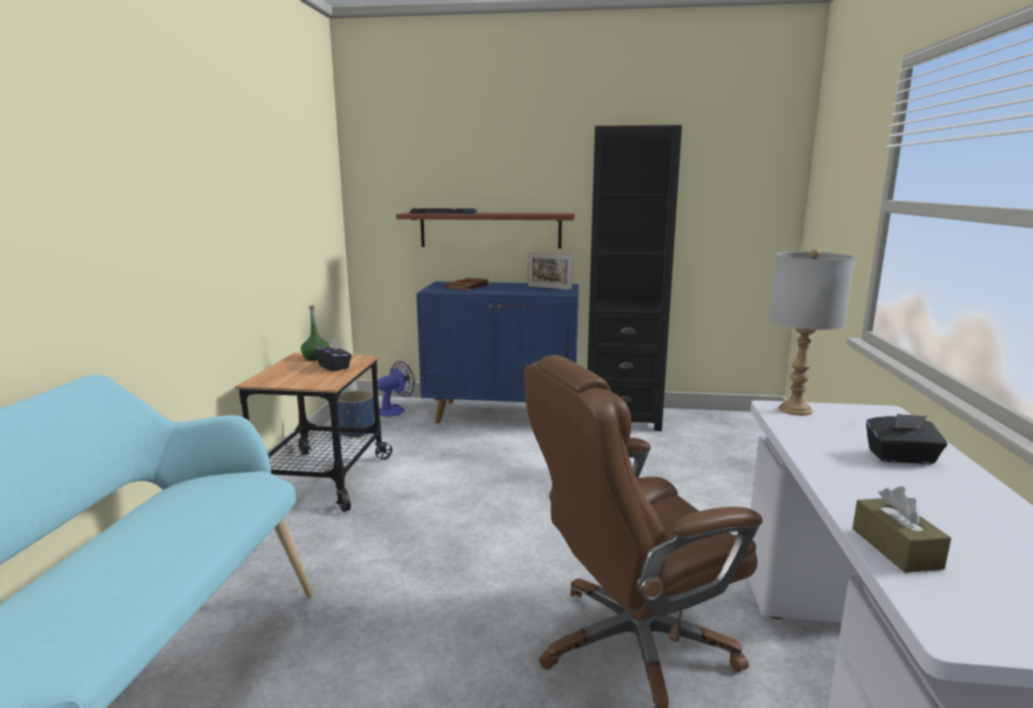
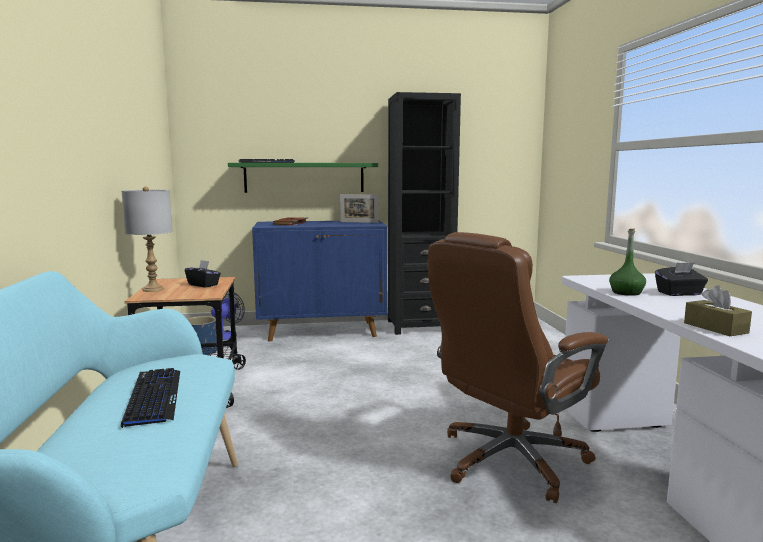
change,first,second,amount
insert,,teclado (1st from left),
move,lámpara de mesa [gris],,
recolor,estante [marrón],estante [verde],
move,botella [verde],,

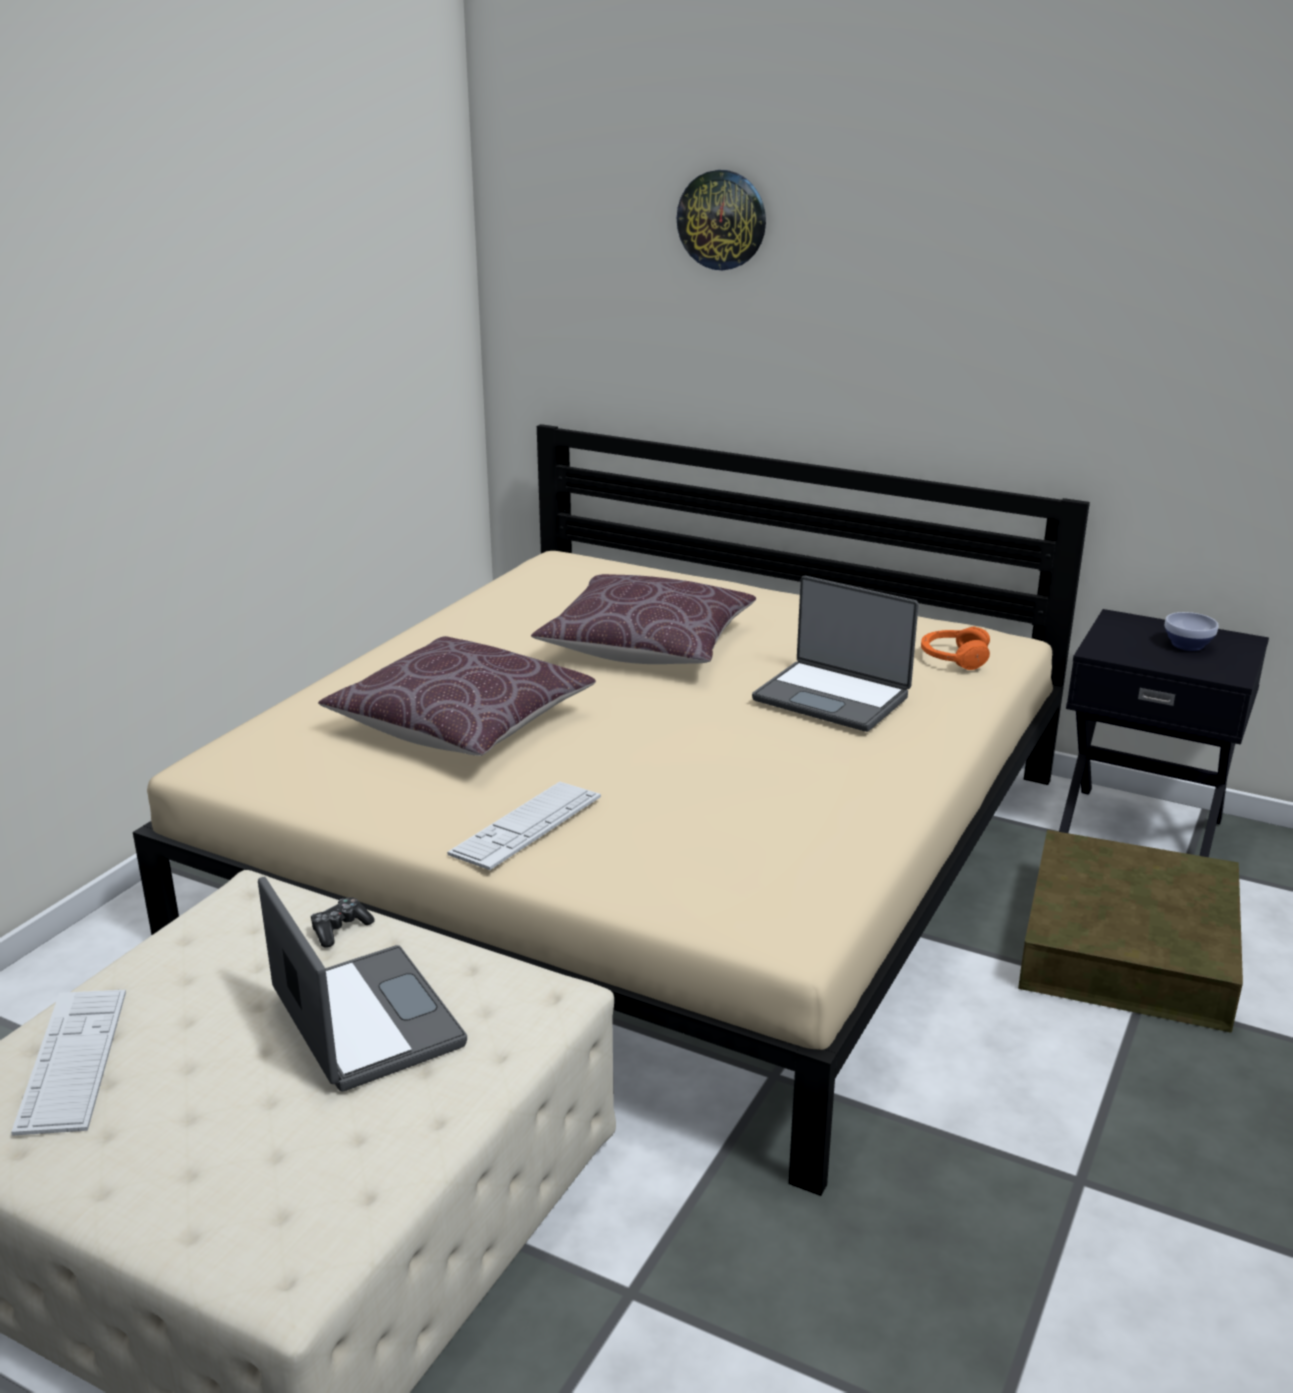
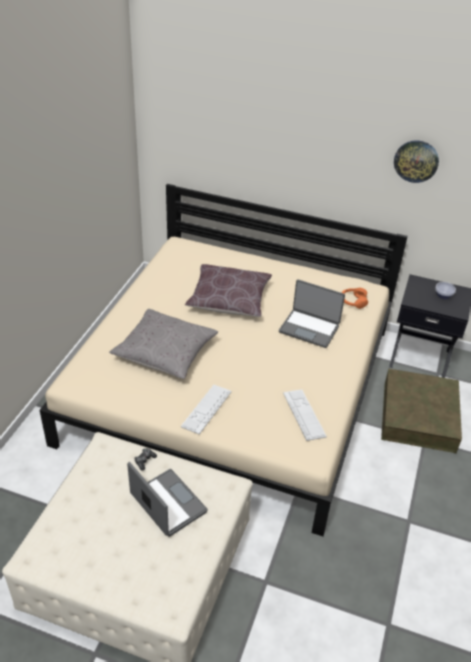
change,first,second,amount
recolor,cojín [marrón] (1st from left),cojín [gris],
move,teclado (1st from left in the first image),teclado (2nd from left),
move,reloj de pared,,

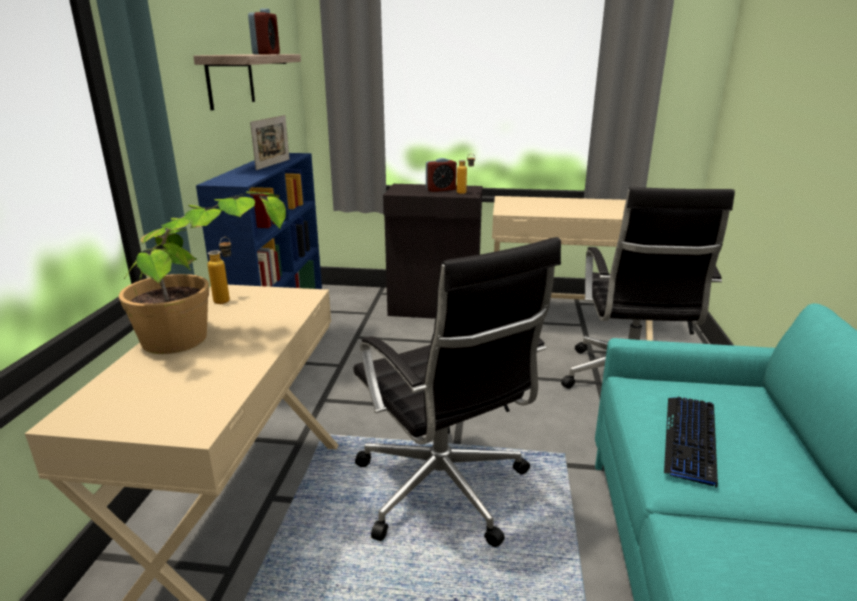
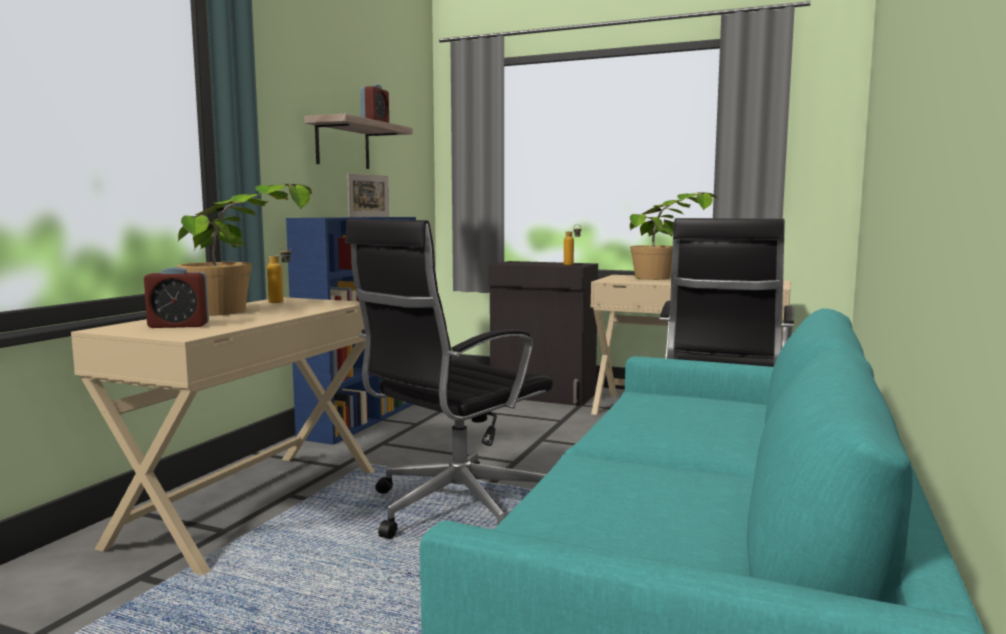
change,first,second,amount
move,despertador (2nd from left in the first image),despertador (1st from left),
rotate,silla de oficina [negro] (1st from left),,60 degrees clockwise
insert,,planta en maceta (2nd from left),
delete,teclado,,

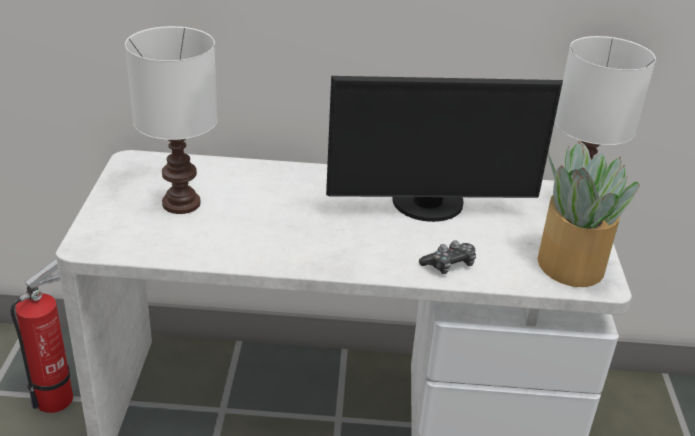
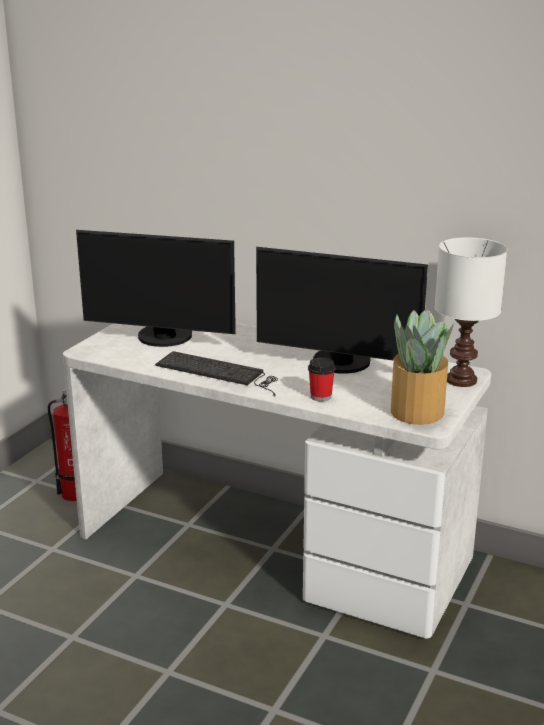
change,first,second,amount
replace,lámpara de mesa [blanco] (1st from left),monitor (1st from left),
insert,,teclado,
replace,mando de consola,taza,

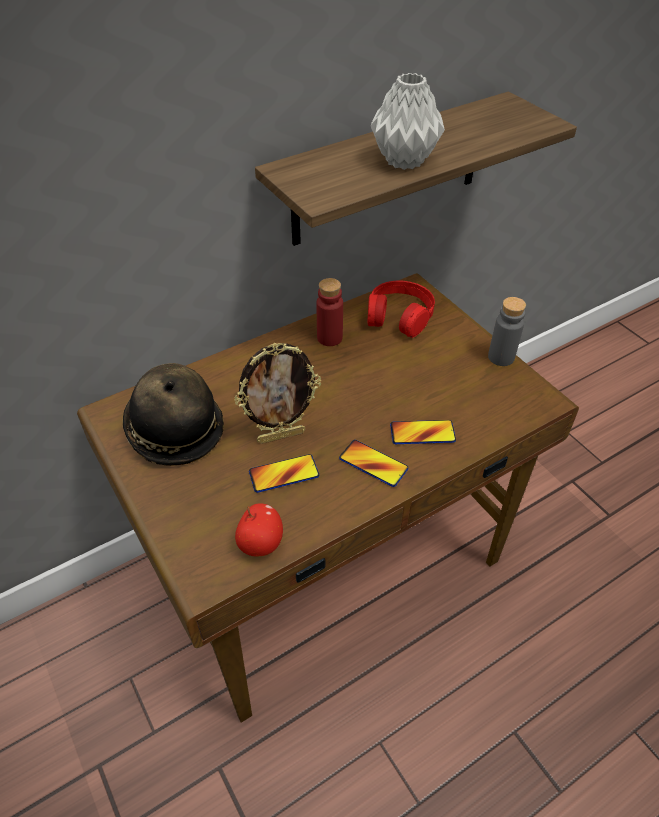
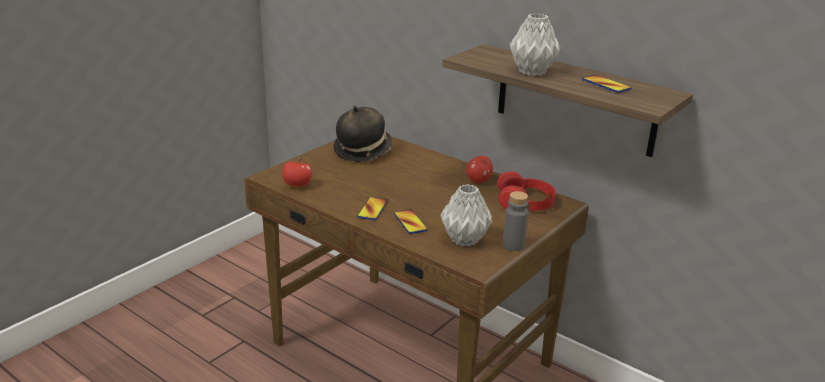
change,first,second,amount
insert,,florero [gris] (1st from left),
replace,botella [rojo],manzana (2nd from left),
move,móvil (1st from left in the first image),móvil (3rd from left),
delete,portarretratos,,

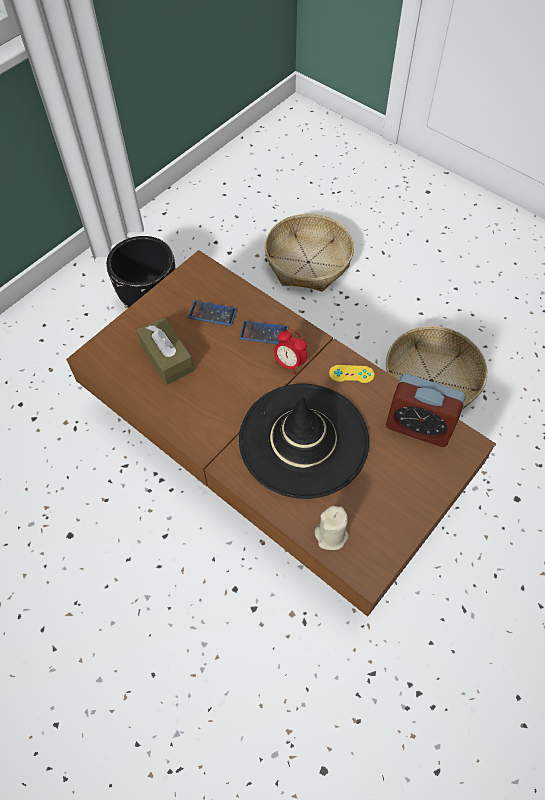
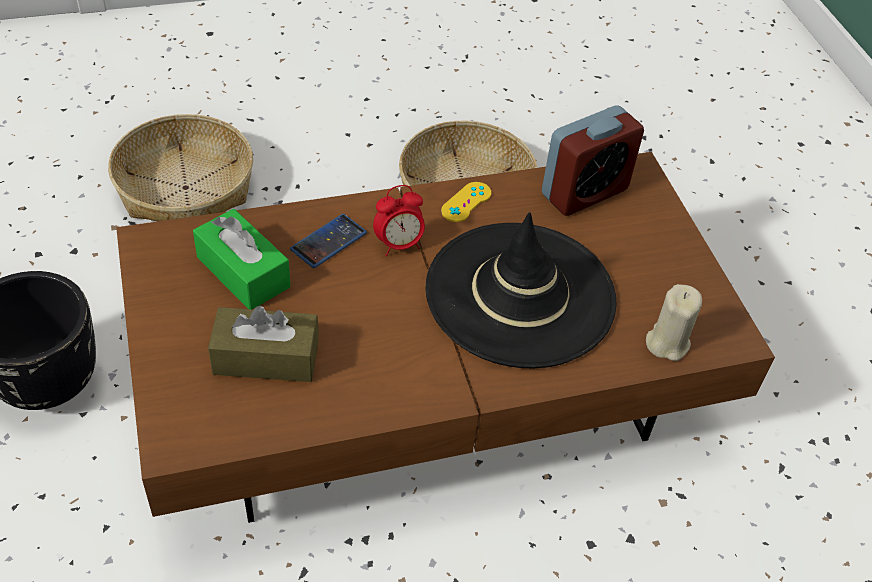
change,first,second,amount
replace,móvil (1st from left),caja de pañuelos [verde],

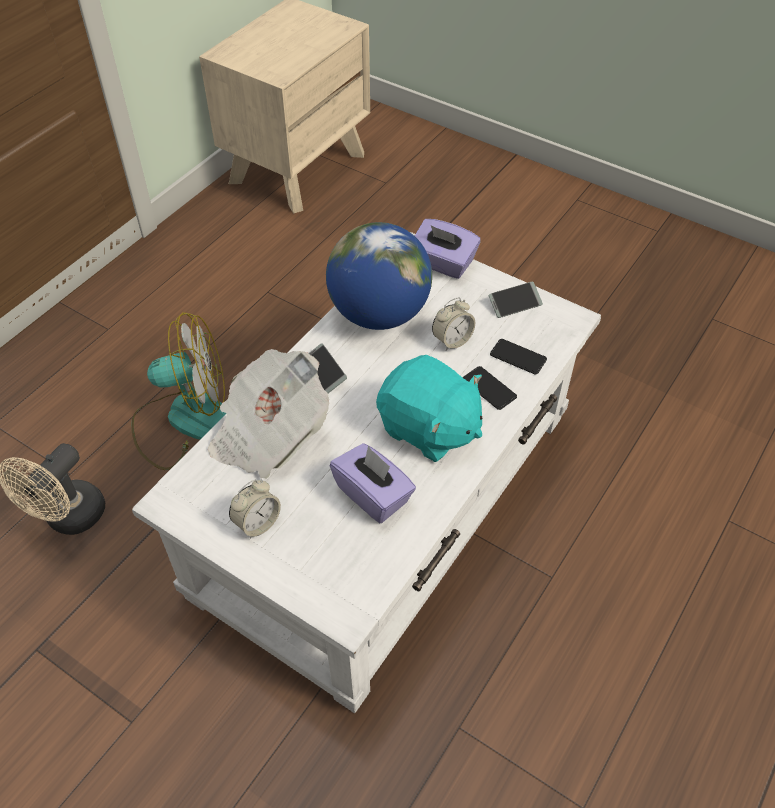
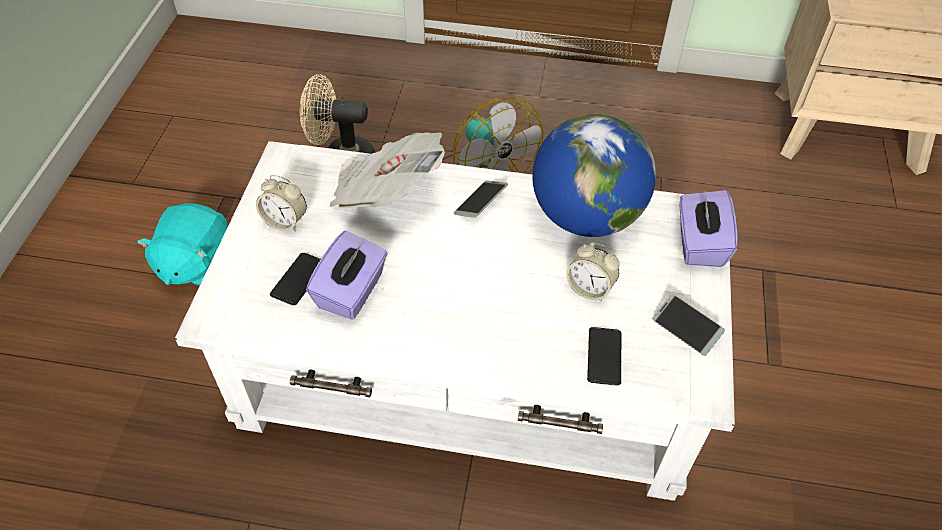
change,first,second,amount
move,peluche [turquesa],,
move,móvil (2nd from left in the first image),móvil (1st from left),

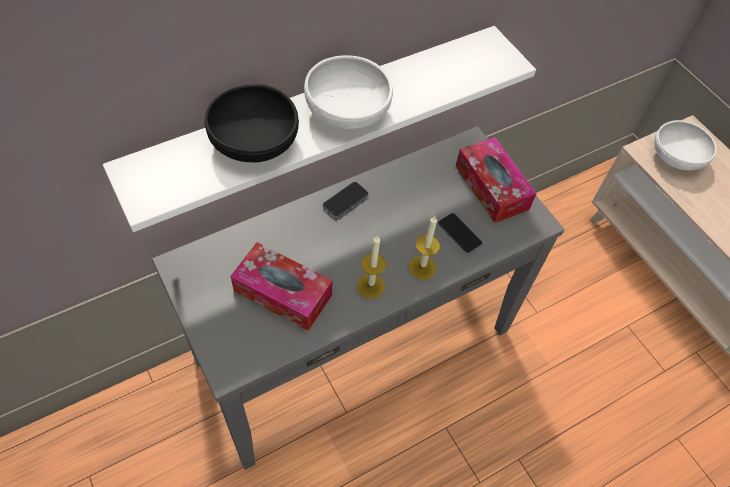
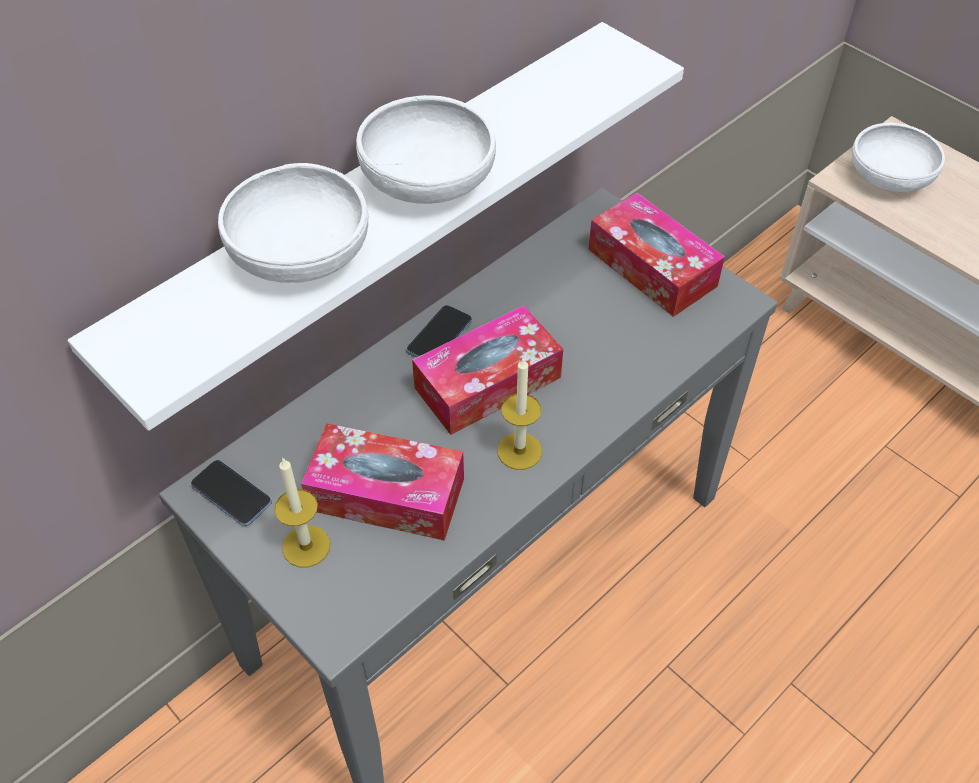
change,first,second,amount
move,móvil (2nd from left in the first image),móvil (1st from left),
recolor,cuenco [negro],cuenco [blanco] (1st from left),
move,vela (2nd from left in the first image),vela (1st from left),
insert,,caja de pañuelos (2nd from left),

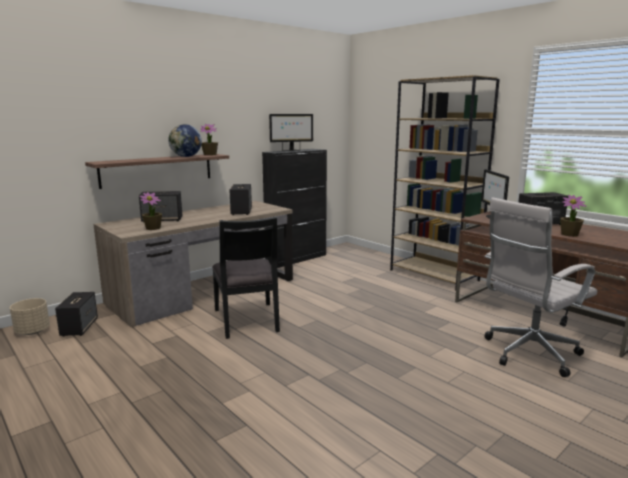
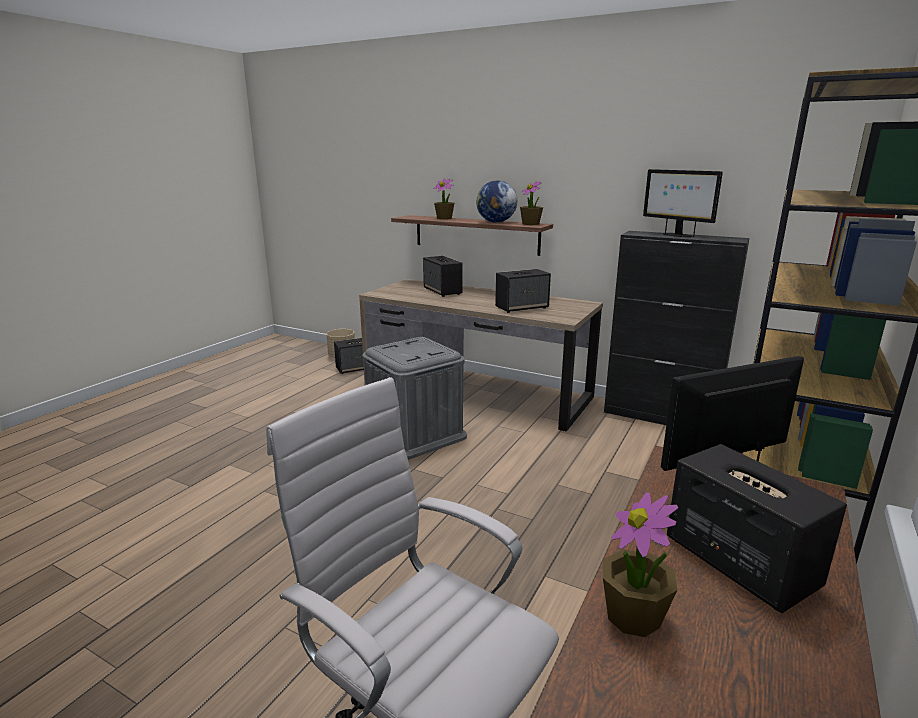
change,first,second,amount
replace,silla [negro],caja de almacenaje [gris],
move,planta en maceta (1st from left),,

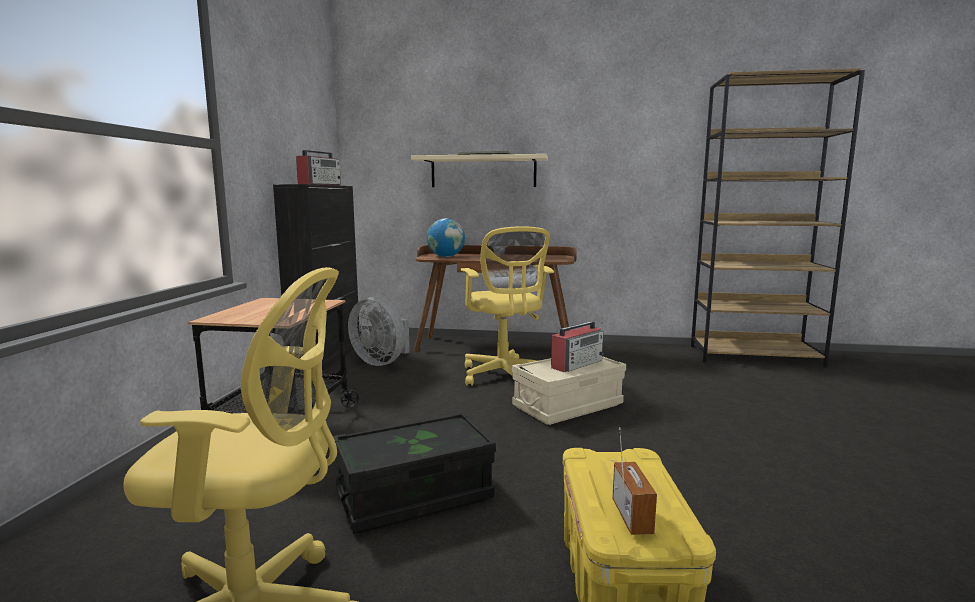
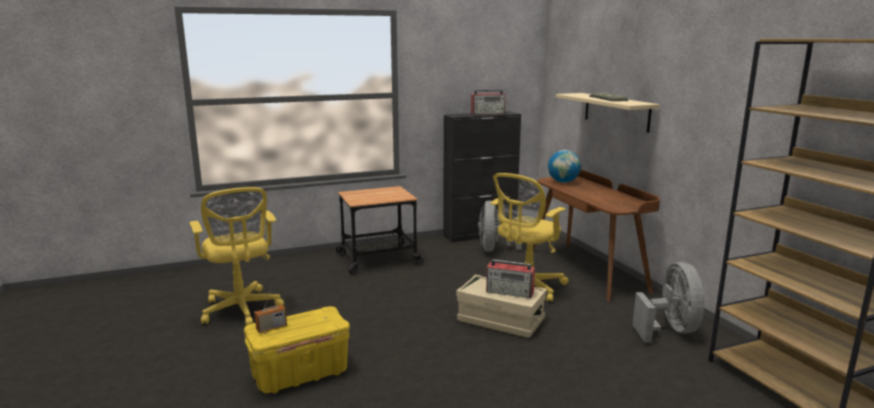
change,first,second,amount
insert,,ventilador [gris] (2nd from left),
delete,caja de almacenaje [negro],,

